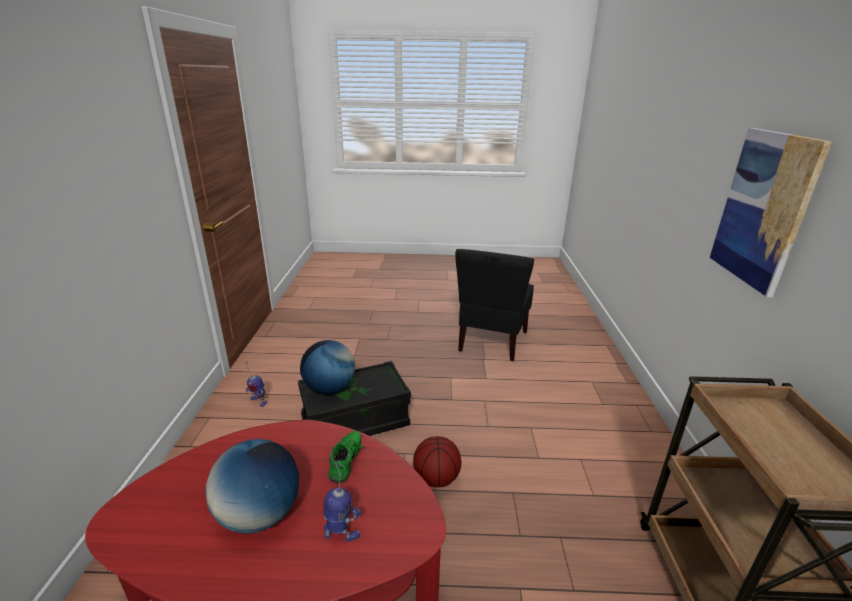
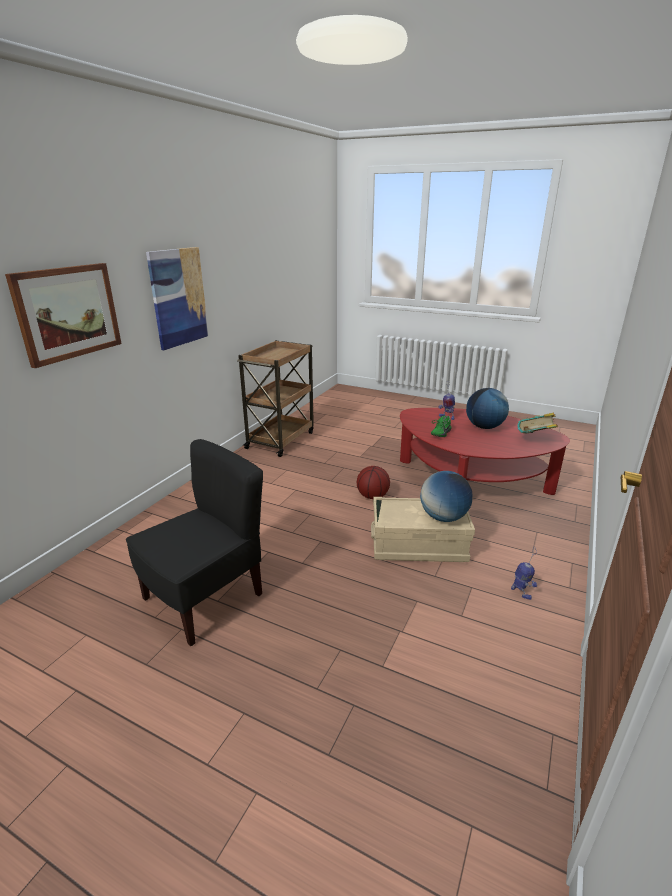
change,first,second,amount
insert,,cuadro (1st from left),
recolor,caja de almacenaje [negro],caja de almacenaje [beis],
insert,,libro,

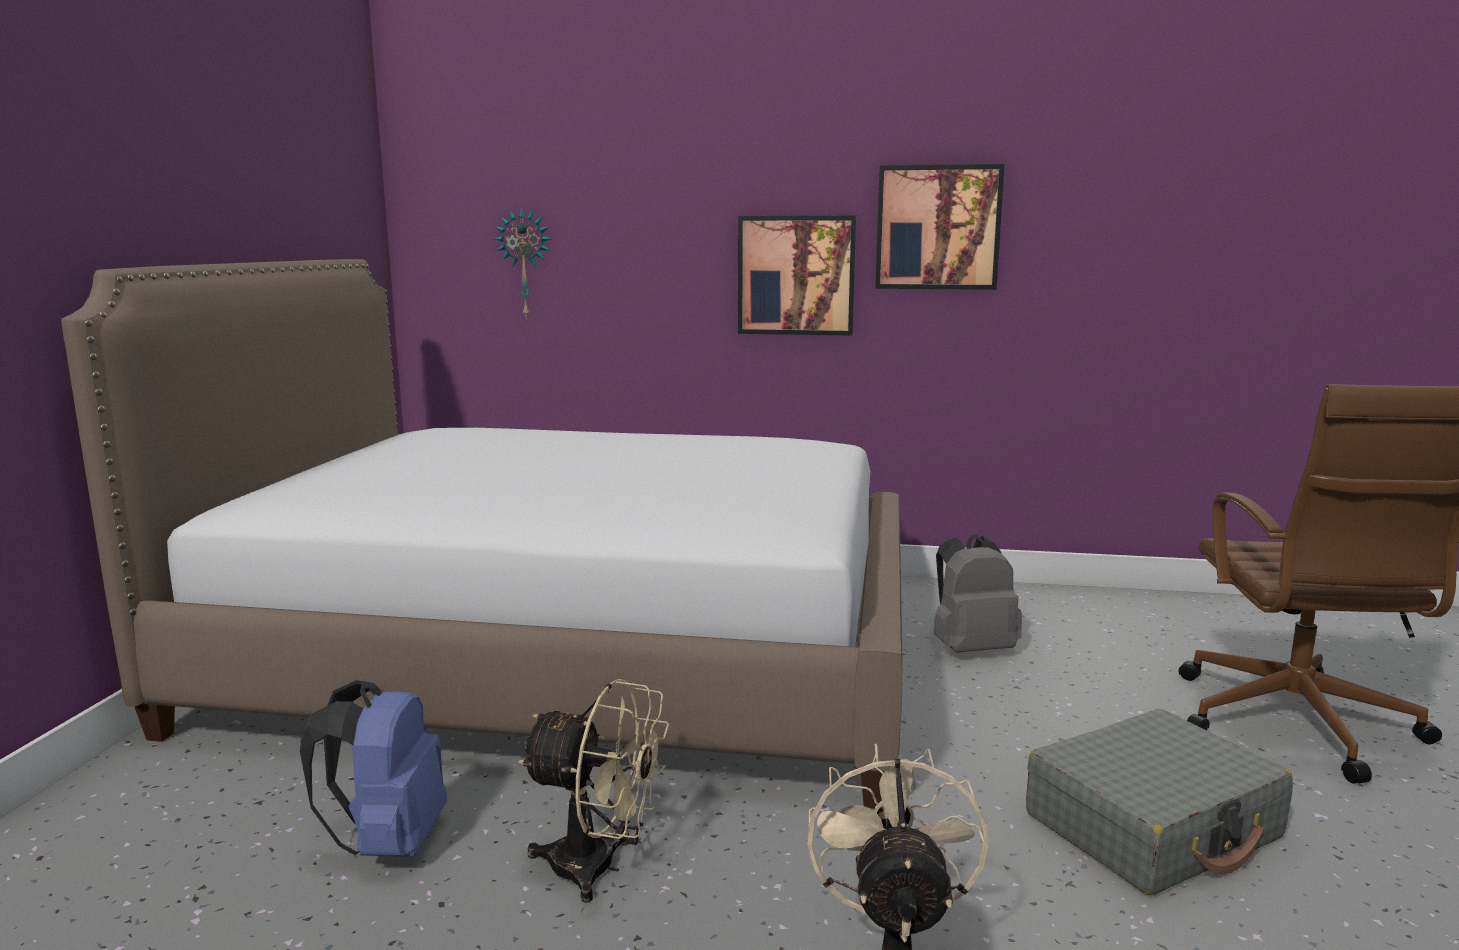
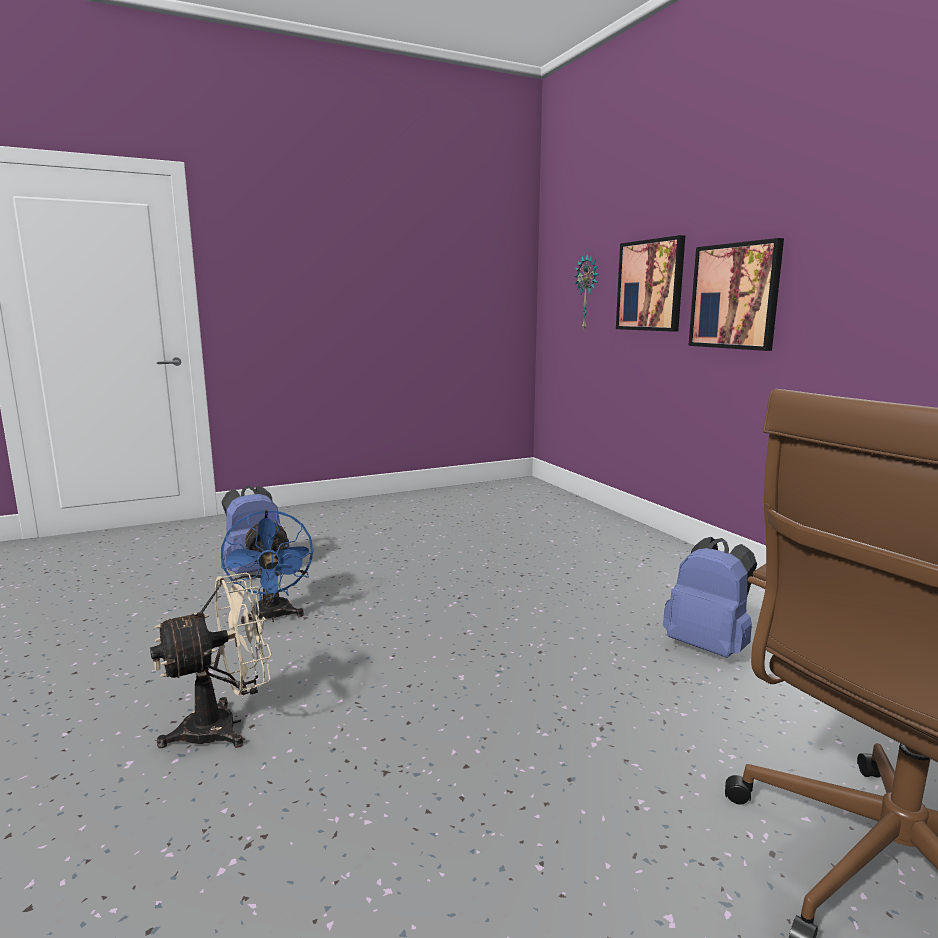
change,first,second,amount
recolor,ventilador [beis] (1st from left),ventilador [azul],
move,cuadro (2nd from left in the first image),cuadro (1st from left),
recolor,mochila [gris],mochila [azul] (2nd from left),
delete,cama,,
delete,maleta [gris],,

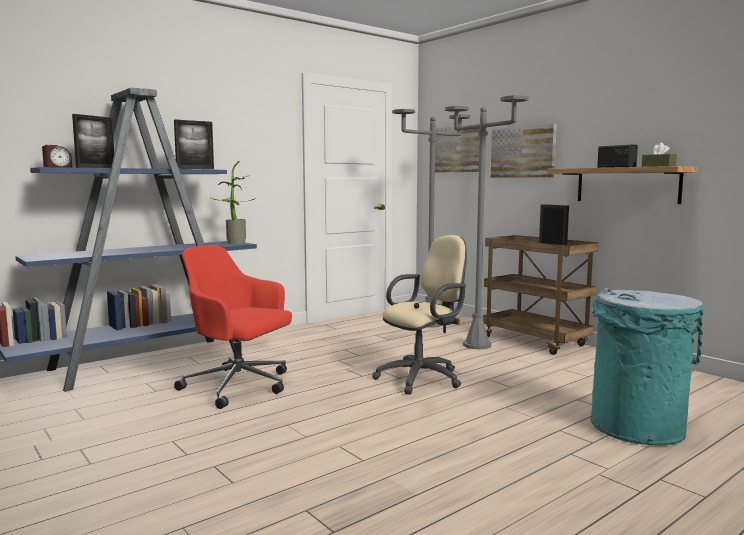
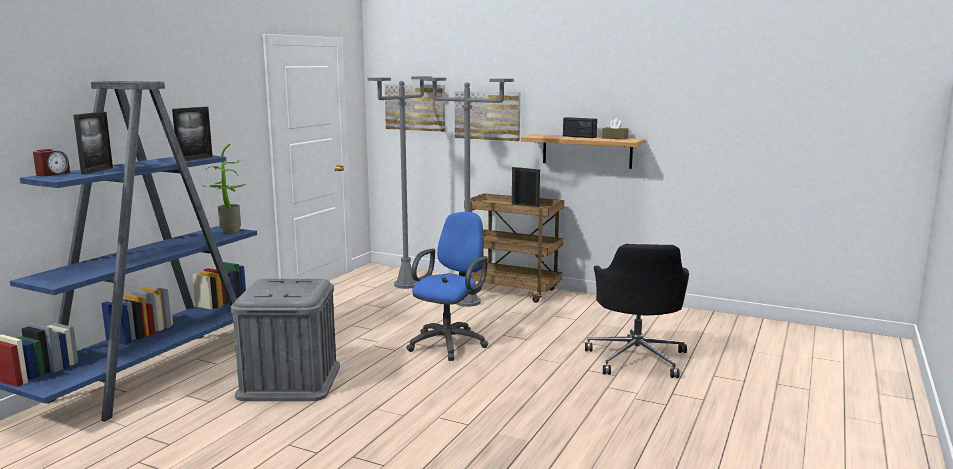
change,first,second,amount
replace,silla de oficina [rojo],caja de almacenaje [gris],
recolor,silla de oficina [beis],silla de oficina [azul],
replace,papelera [turquesa],silla de oficina [negro],

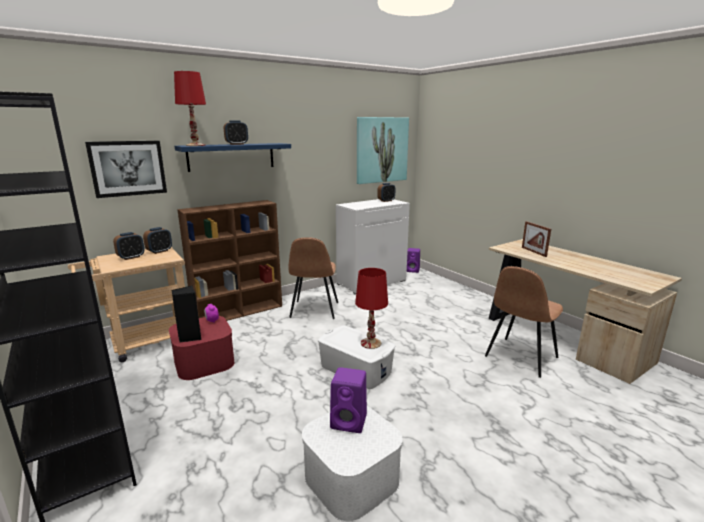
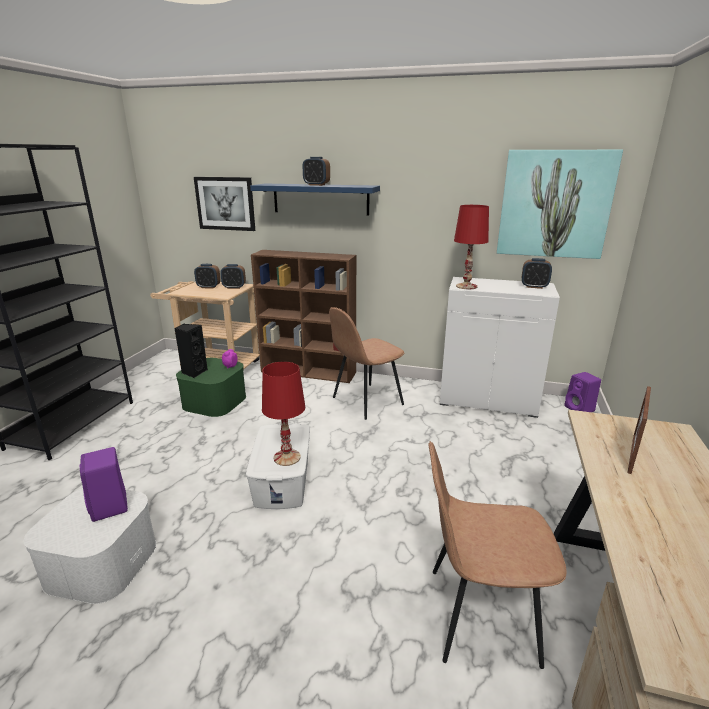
change,first,second,amount
recolor,caja de almacenaje [rojo],caja de almacenaje [verde],
move,lámpara de mesa [rojo] (1st from left in the first image),lámpara de mesa [rojo] (2nd from left),

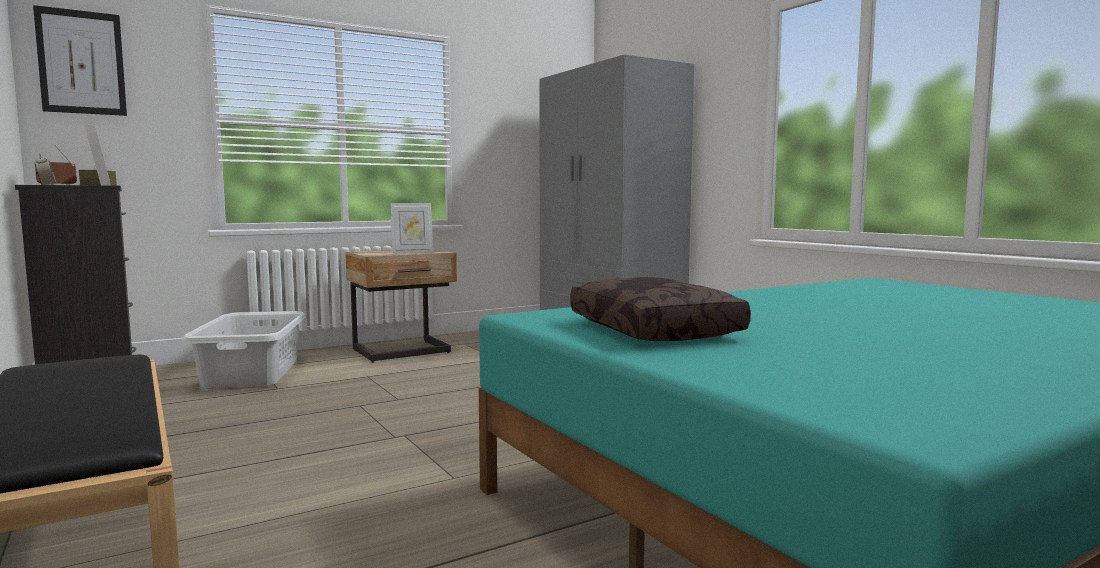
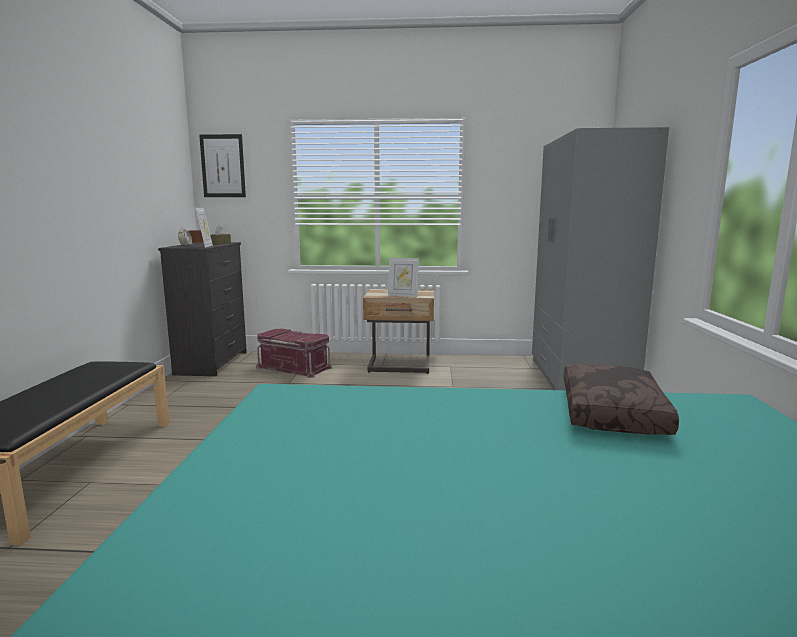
change,first,second,amount
replace,cesto de la ropa [gris],caja de almacenaje [rojo],
move,cojín [marrón],,

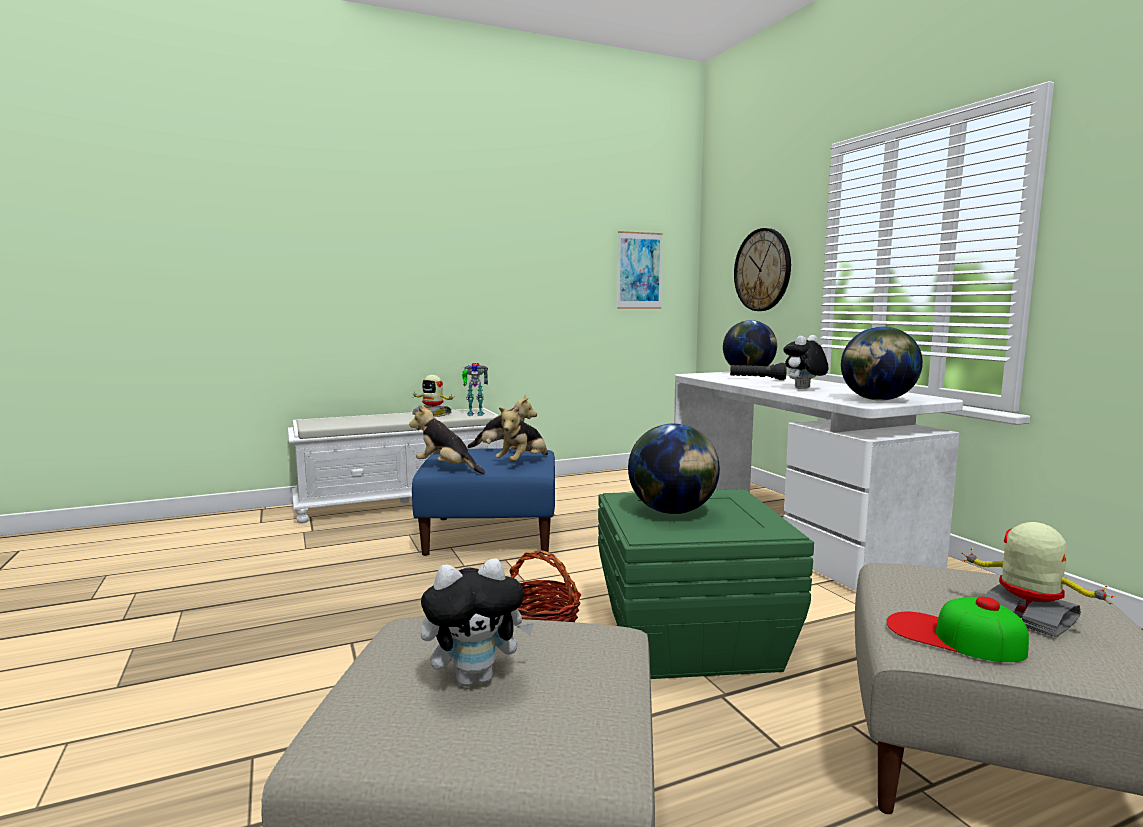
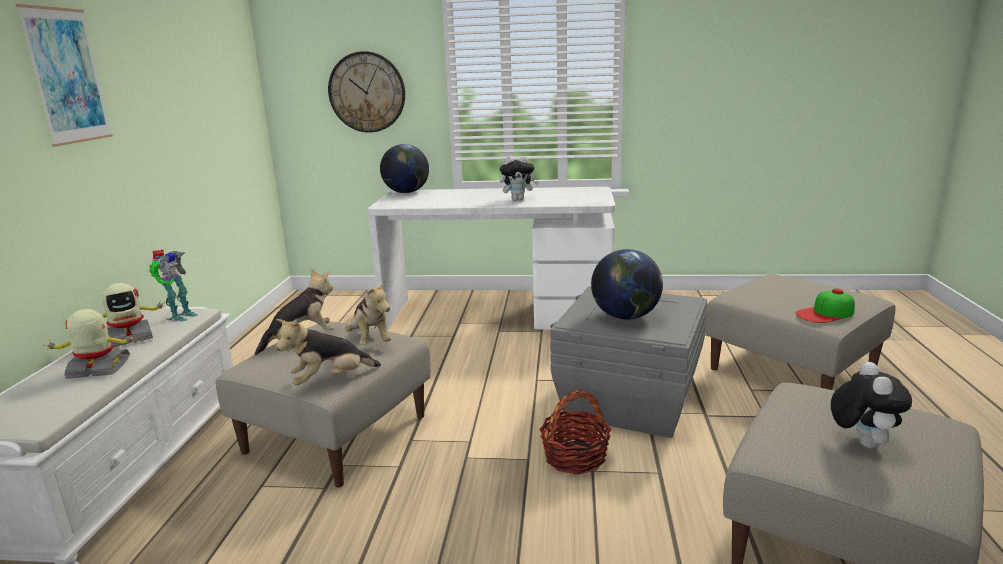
change,first,second,amount
move,cuadro,,
move,robot de juguete (3rd from left in the first image),robot de juguete (1st from left),
recolor,puf [azul],puf [beis] (1st from left),
rotate,peluche (5th from left in the first image),peluche (4th from left),90 degrees counterclockwise
recolor,caja de almacenaje [verde],caja de almacenaje [gris],
delete,linterna [negro],,
delete,globo terráqueo (3rd from left),,

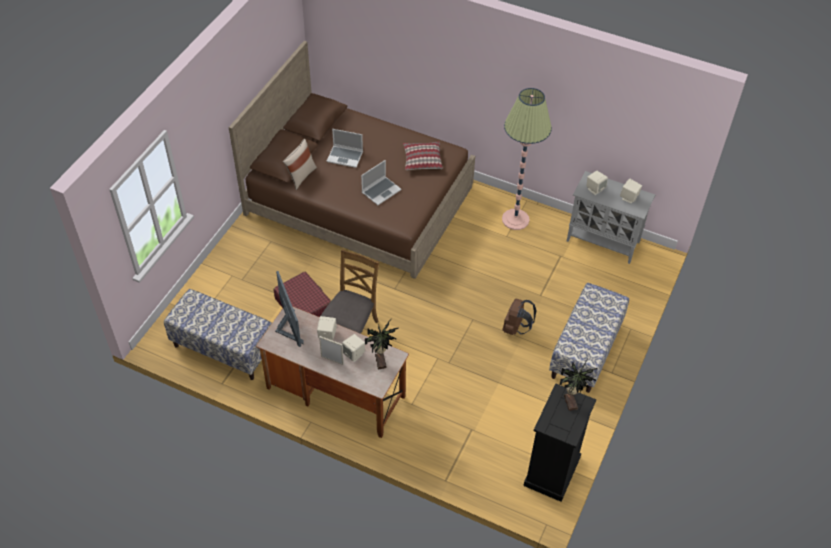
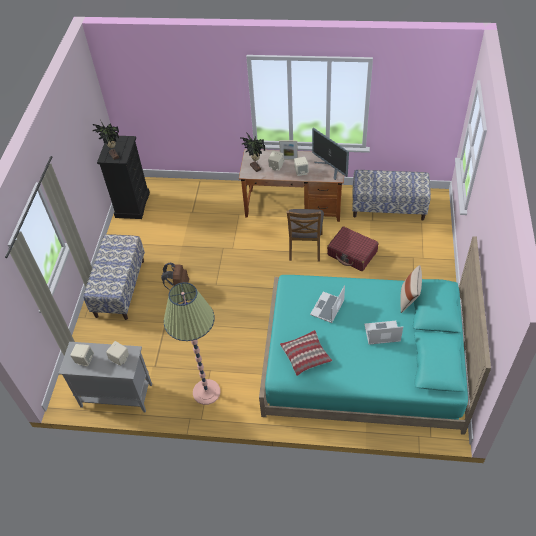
change,first,second,amount
recolor,cama [marrón],cama [turquesa],

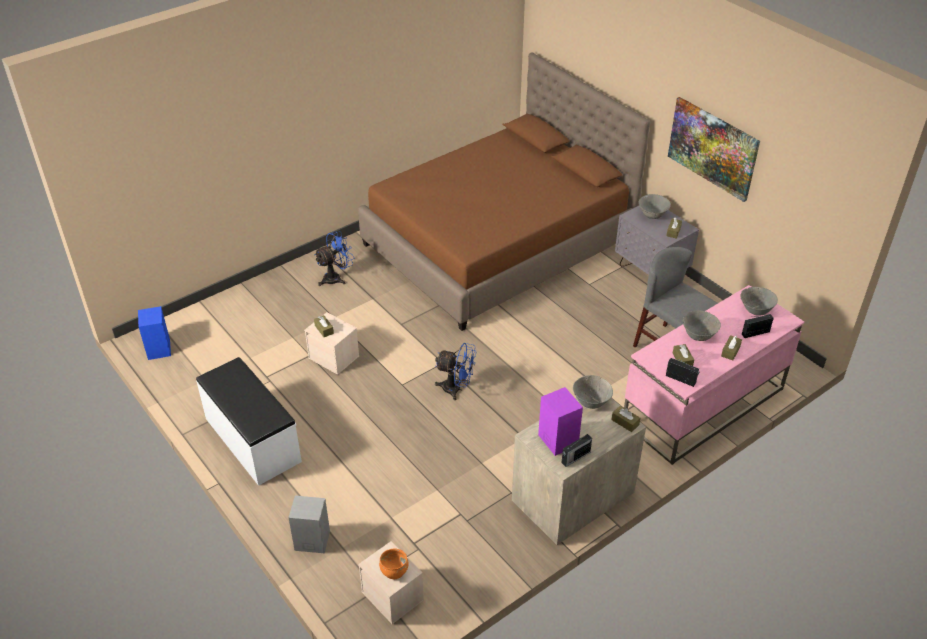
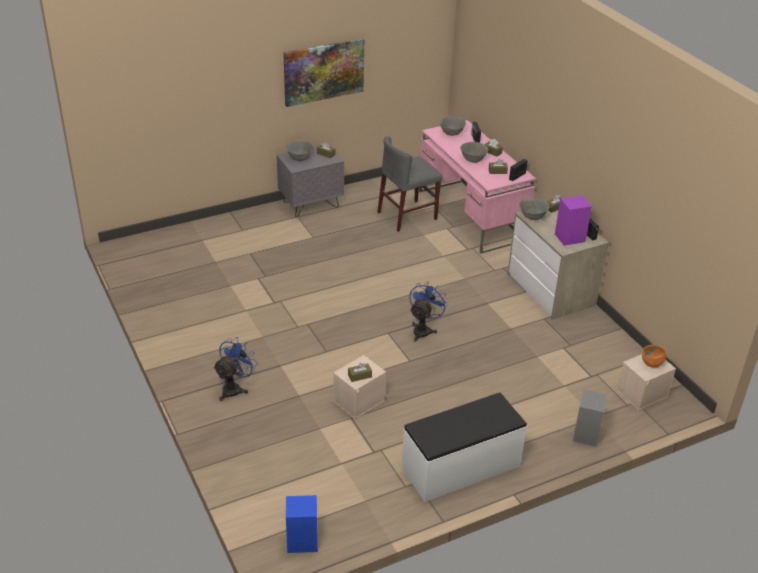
change,first,second,amount
rotate,ventilador [azul] (1st from left),,60 degrees clockwise
delete,cama [marrón],,

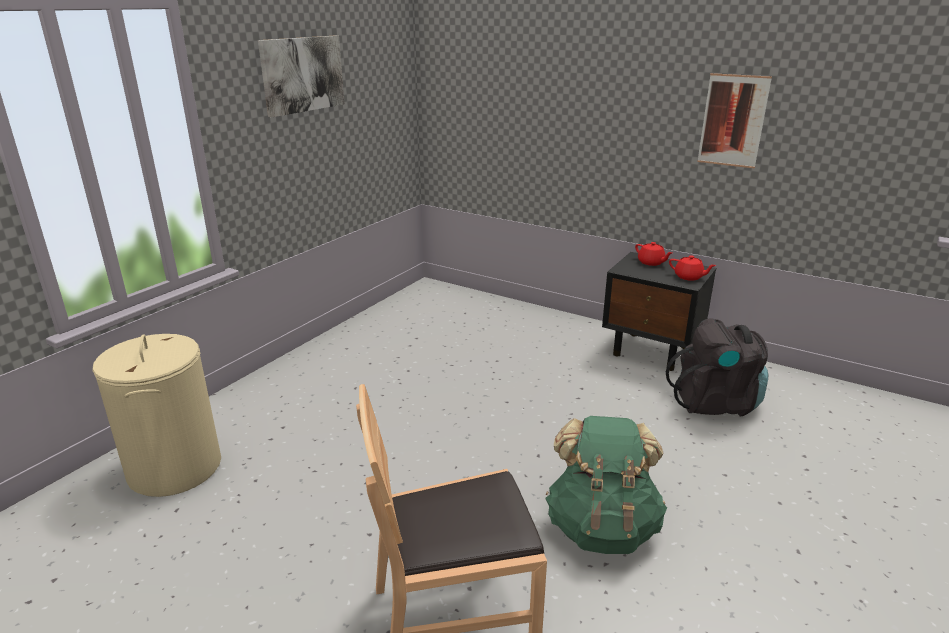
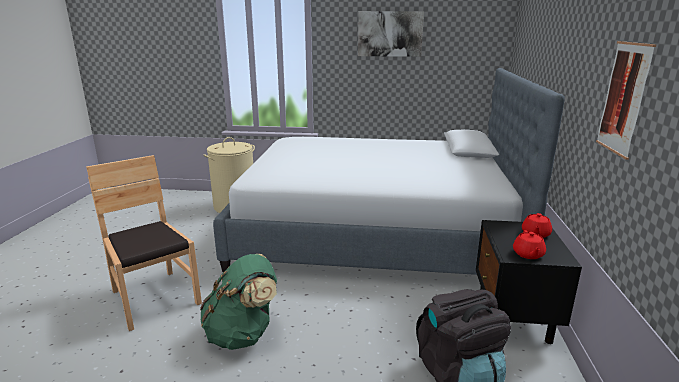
change,first,second,amount
insert,,cama,

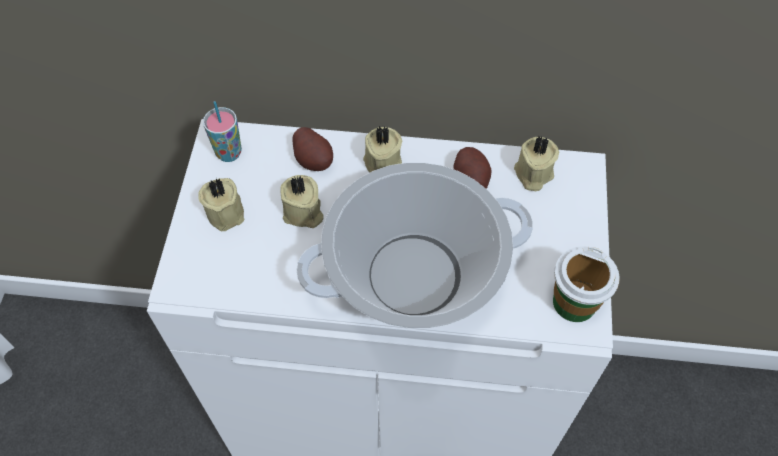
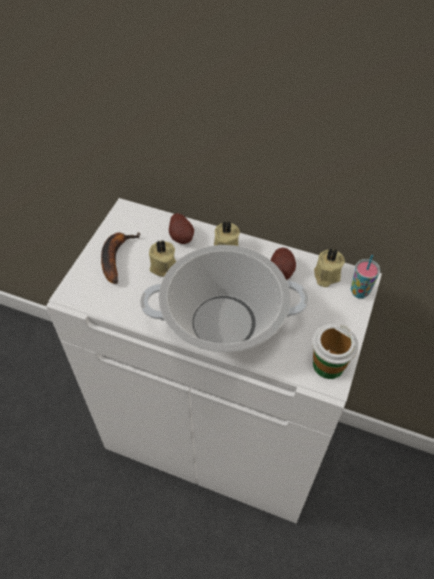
change,first,second,amount
replace,vela [beis] (1st from left),plátano,
move,taza (1st from left in the first image),taza (2nd from left),

